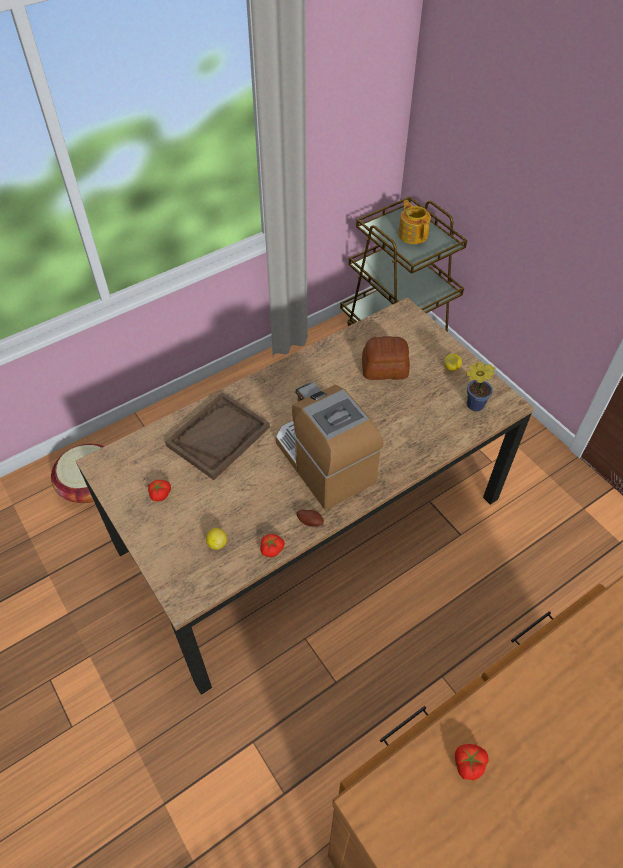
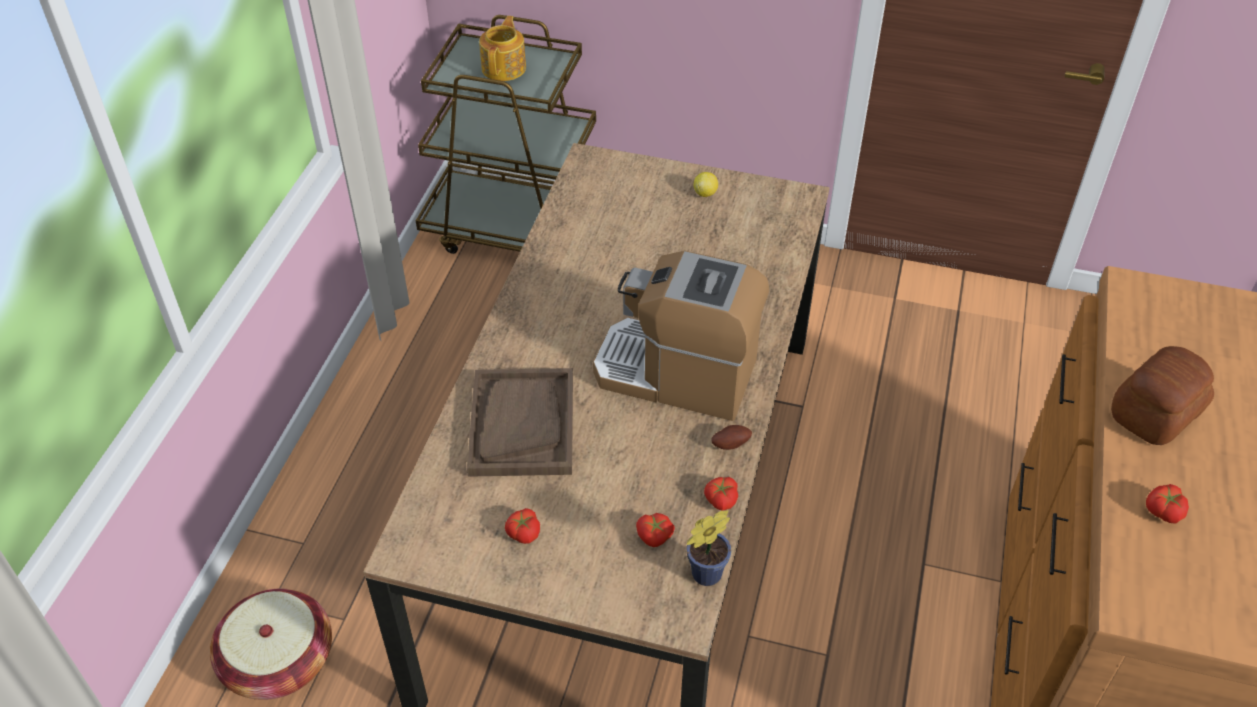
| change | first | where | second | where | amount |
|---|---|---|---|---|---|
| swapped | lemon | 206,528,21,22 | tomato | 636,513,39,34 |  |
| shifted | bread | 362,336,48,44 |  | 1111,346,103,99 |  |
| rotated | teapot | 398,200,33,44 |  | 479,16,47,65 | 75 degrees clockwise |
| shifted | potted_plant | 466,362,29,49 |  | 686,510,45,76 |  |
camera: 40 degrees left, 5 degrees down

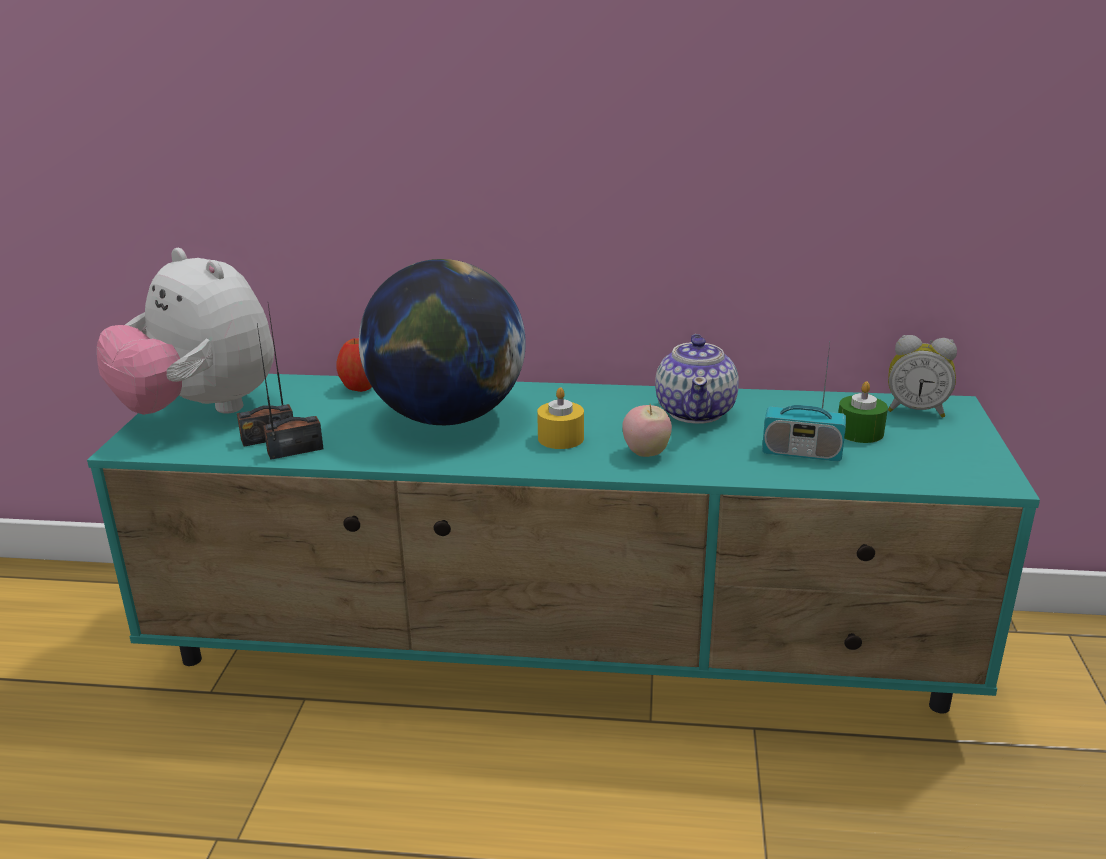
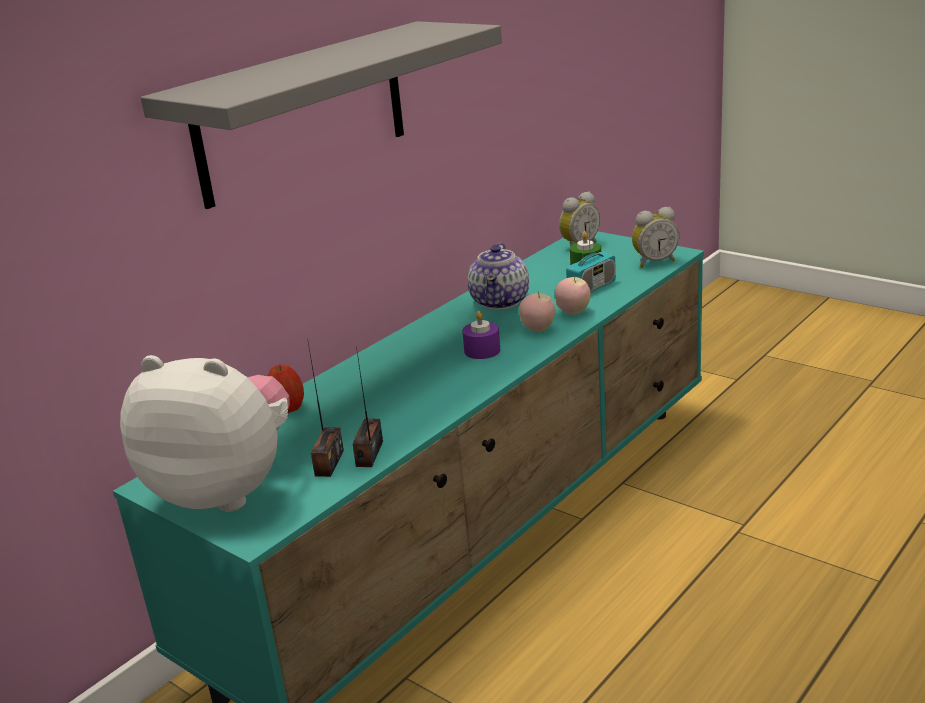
| change | first | where | second | where | amount |
|---|---|---|---|---|---|
| rotated | plush_toy | 97,248,177,167 |  | 120,355,170,157 | 150 degrees counterclockwise |
| gone | globe | 359,259,167,166 |  |  |  |
| repainted | yellow_candle | 537,387,47,62 | purple_candle | 462,311,38,48 |  |
| rotated | teapot | 655,334,84,90 |  | 468,243,61,67 | 60 degrees clockwise |
| new |  |  | grey_shelf | 141,21,361,188 |  |
| new |  |  | apple | 555,276,36,39 |  |
| new |  |  | alarm_clock | 632,207,47,61 |  |
camera: 55 degrees left, 0 degrees up

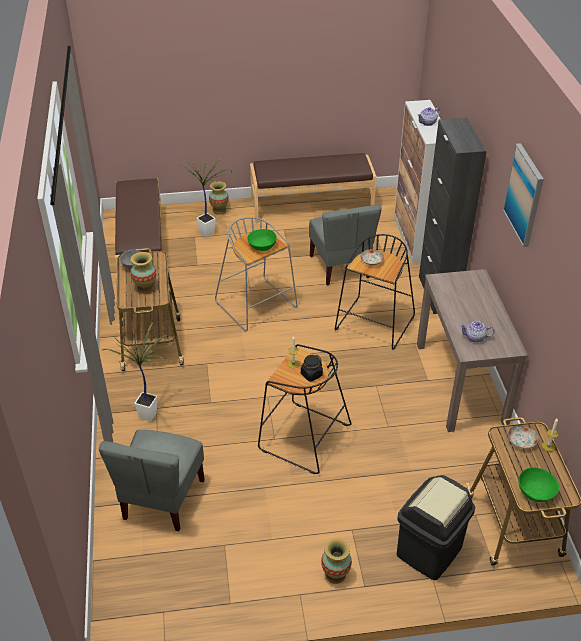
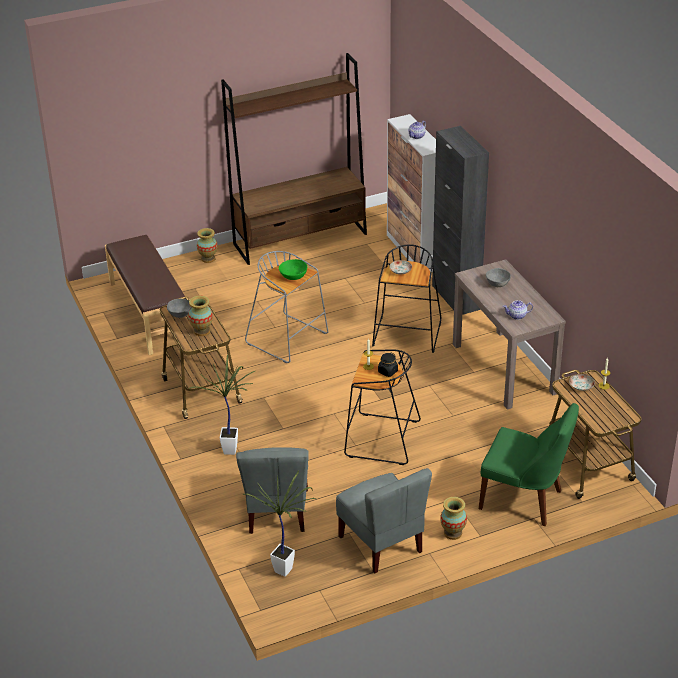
| change | first | where | second | where | amount |
|---|---|---|---|---|---|
| shifted | potted_plant | 179,156,53,82 |  | 242,470,75,107 |  |
| swapped | brown_bench | 250,153,127,70 | brown_bookcase | 221,53,146,212 |  |
| shifted | grey_chair | 309,205,73,80 |  | 336,468,96,105 |  |
| swapped | black_trash_can | 397,475,78,105 | green_chair | 479,403,100,123 |  |
| gone | picture | 503,143,41,104 |  |  |  |
| gone | green_bowl | 518,467,41,35 |  |  |  |
| new |  |  | grey_bowl | 486,268,25,19 |  |
camera: 15 degrees left, 5 degrees down

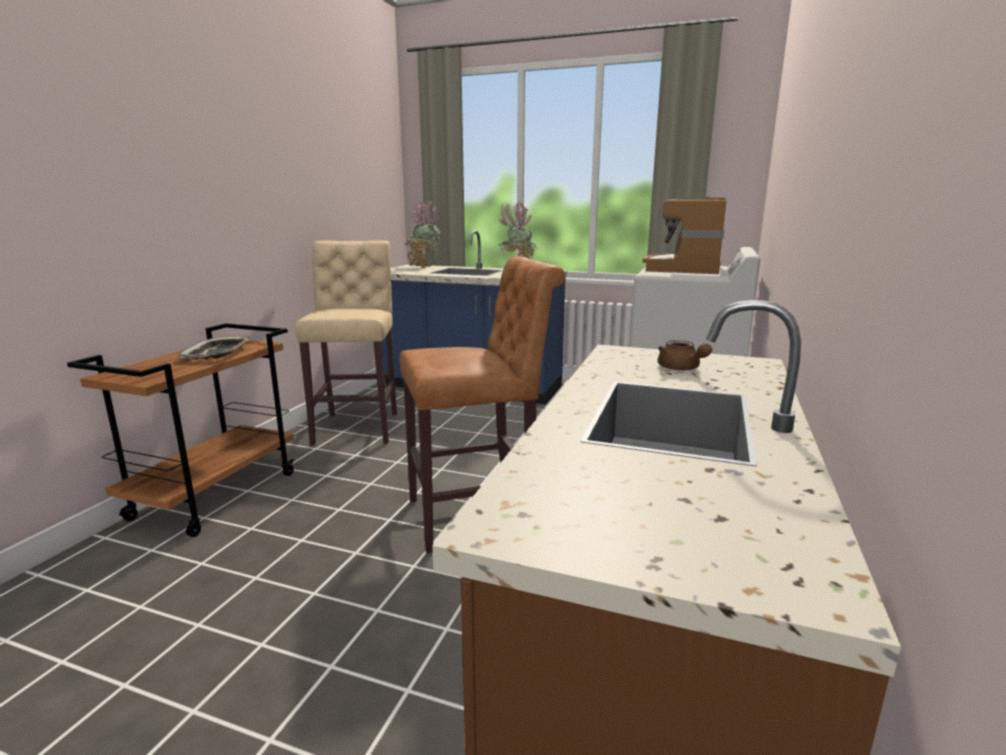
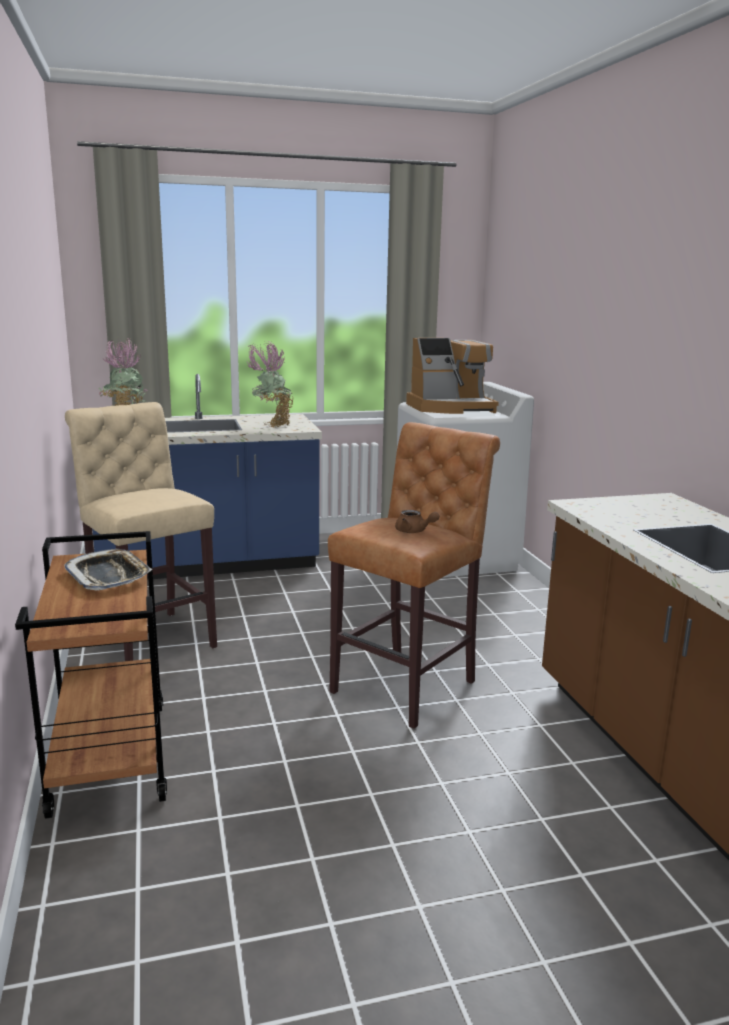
| change | first | where | second | where | amount |
|---|---|---|---|---|---|
| rotated | coffee_machine | 642,197,84,77 |  | 406,338,93,76 | 90 degrees counterclockwise |
| shifted | brown_teapot | 658,340,54,30 |  | 395,510,44,23 |  |
camera: 35 degrees left, 0 degrees up

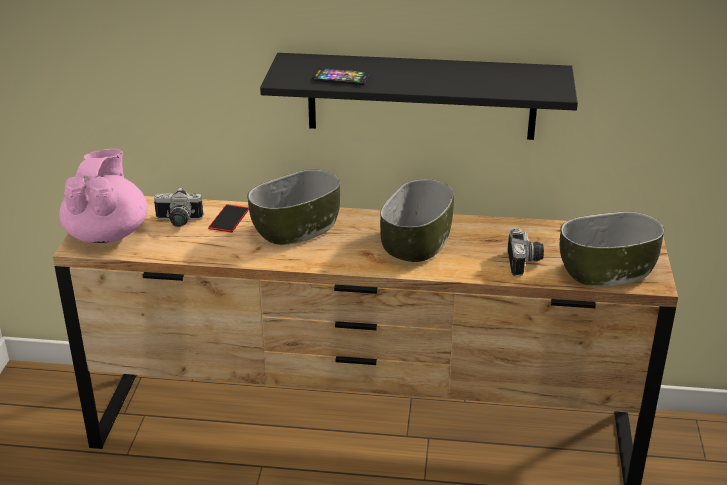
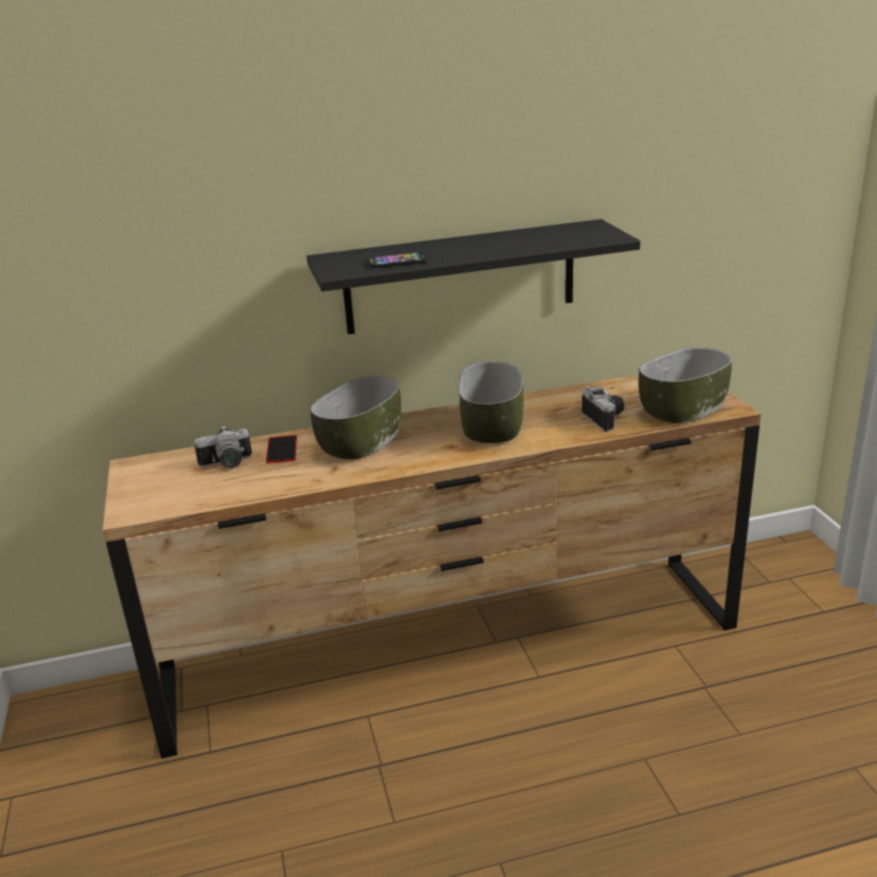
| change | first | where | second | where | amount |
|---|---|---|---|---|---|
| gone | pink_teapot | 59,149,89,95 |  |  |  |
camera: 20 degrees left, 5 degrees down

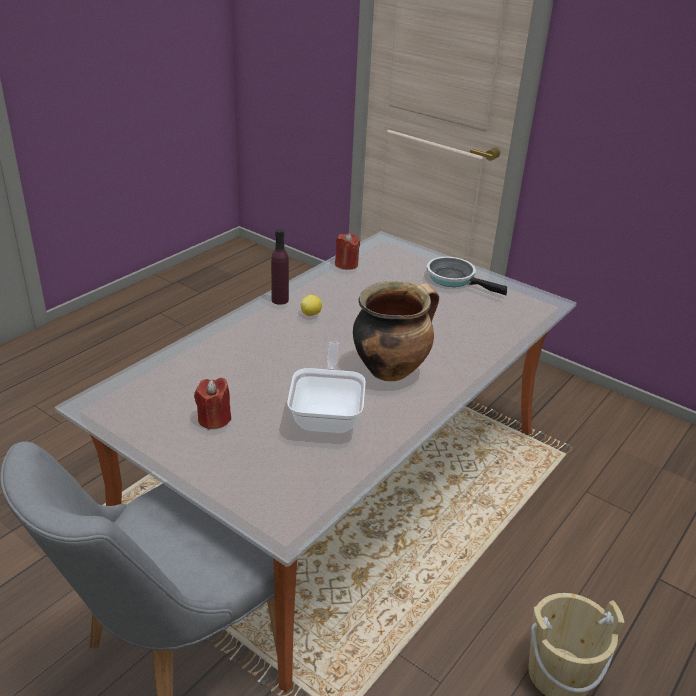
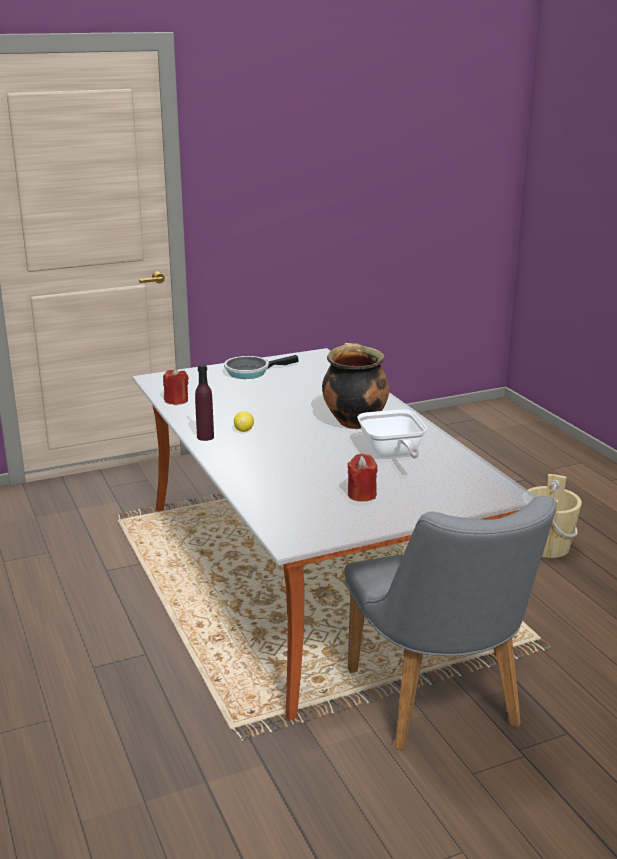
| change | first | where | second | where | amount |
|---|---|---|---|---|---|
| rotated | frying_pan | 287,341,79,92 |  | 357,409,70,50 | 135 degrees counterclockwise |
camera: 60 degrees left, 10 degrees down

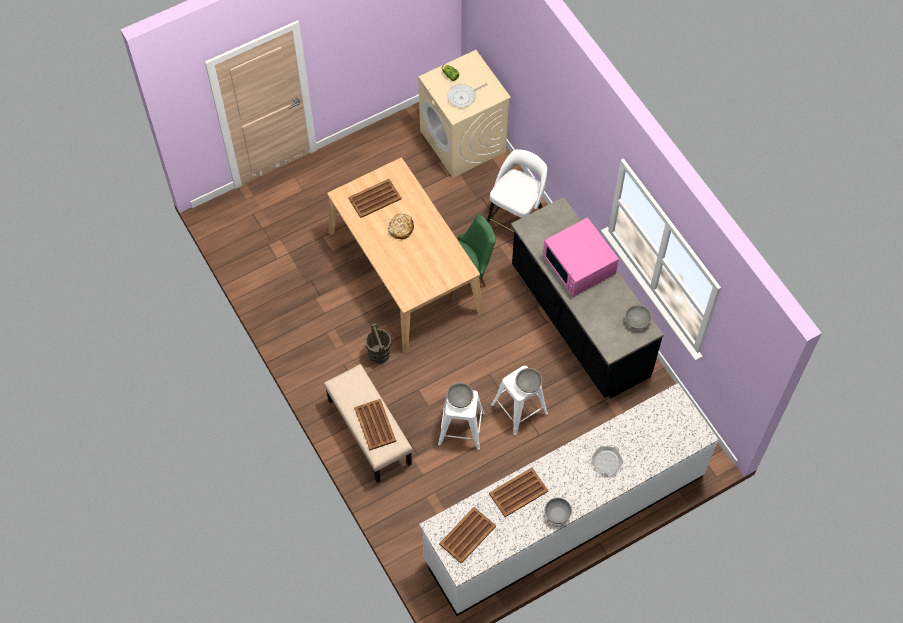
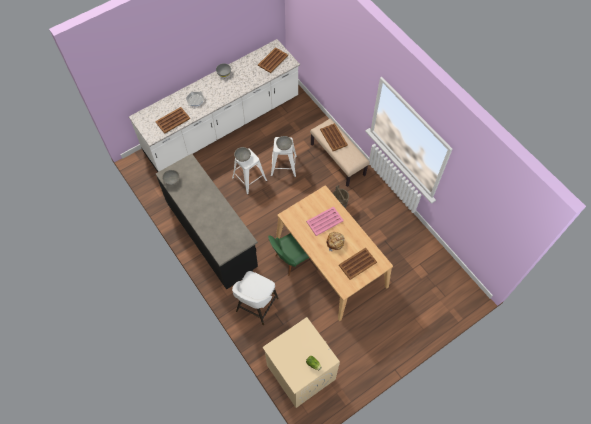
| change | first | where | second | where | amount |
|---|---|---|---|---|---|
| gone | frying_pan | 447,83,41,25 |  |  |  |
| shifted | brown_tray | 489,468,59,49 |  | 155,107,35,27 |  |
| gone | pink_microwave | 543,217,76,80 |  |  |  |
| new |  |  | pink_tray | 306,206,38,30 |  |
camera: 175 degrees right, 0 degrees up

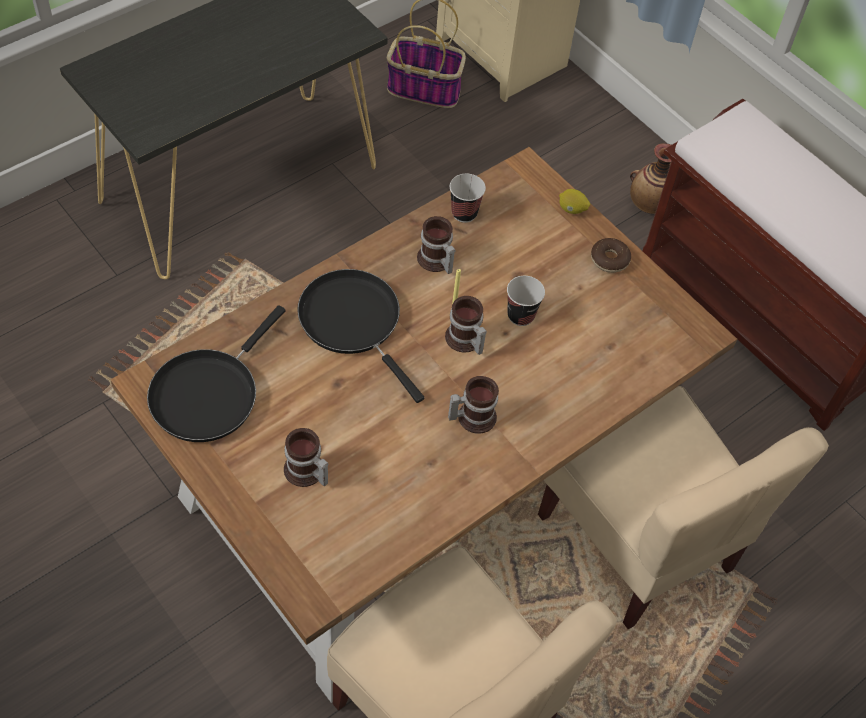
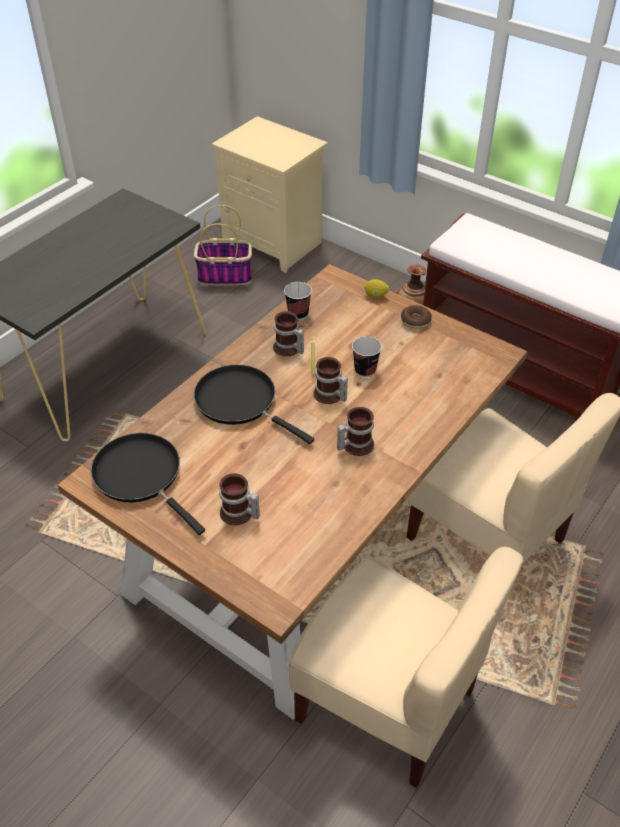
| change | first | where | second | where | amount |
|---|---|---|---|---|---|
| rotated | black_frying_pan | 147,305,139,137 |  | 91,433,114,102 | 120 degrees clockwise |
camera: 10 degrees left, 10 degrees down

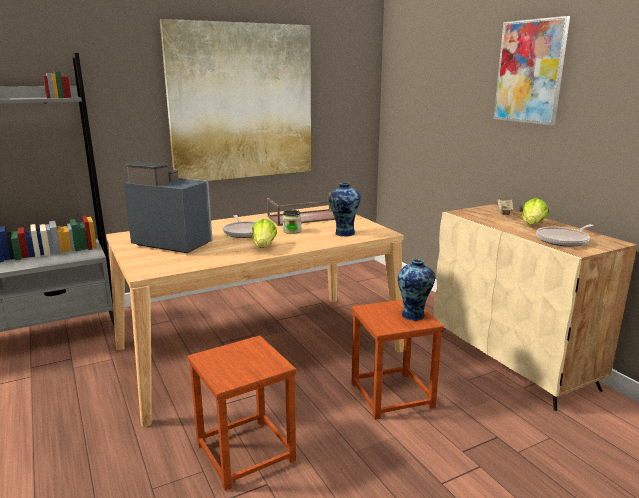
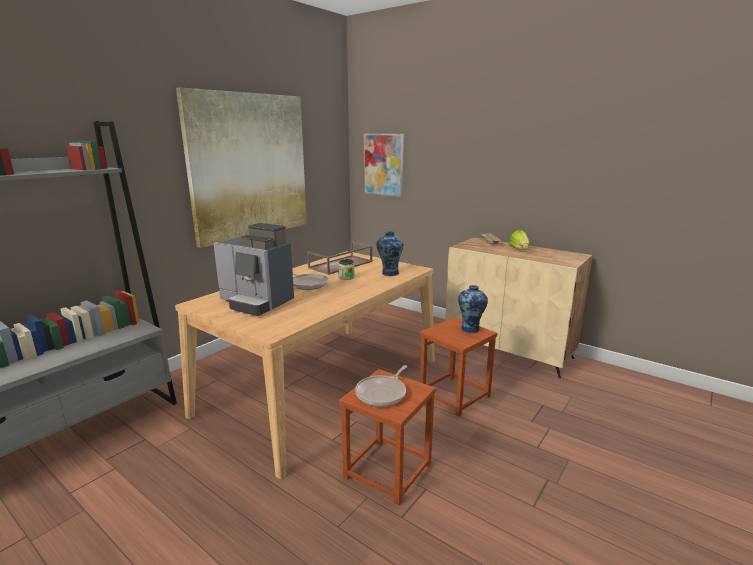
| change | first | where | second | where | amount |
|---|---|---|---|---|---|
| rotated | coffee_machine | 124,161,89,92 |  | 214,223,80,93 | 150 degrees counterclockwise |
| gone | lettuce | 252,219,25,29 |  |  |  |
| shifted | picture | 494,16,76,109 |  | 364,133,40,64 |  |
| shifted | frying_pan | 536,224,58,23 |  | 355,365,52,42 |  |
camera: 25 degrees left, 0 degrees up

